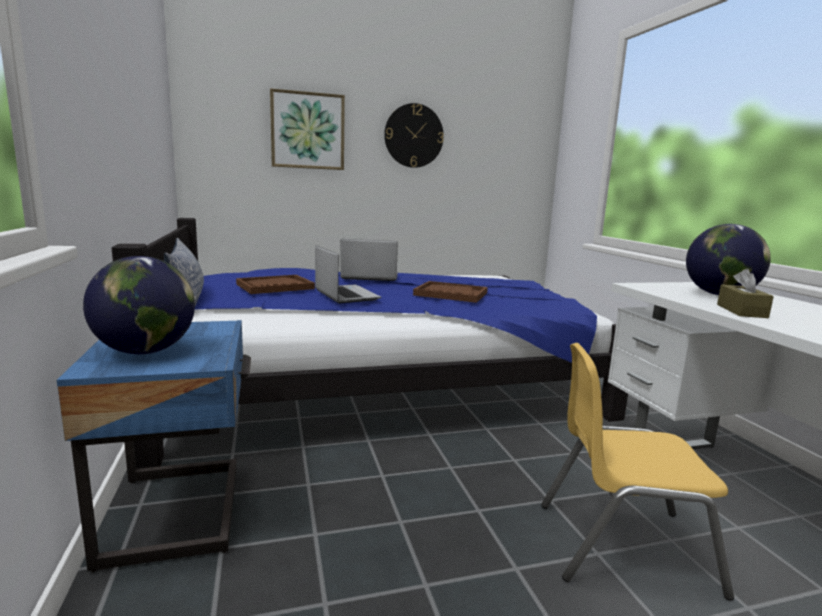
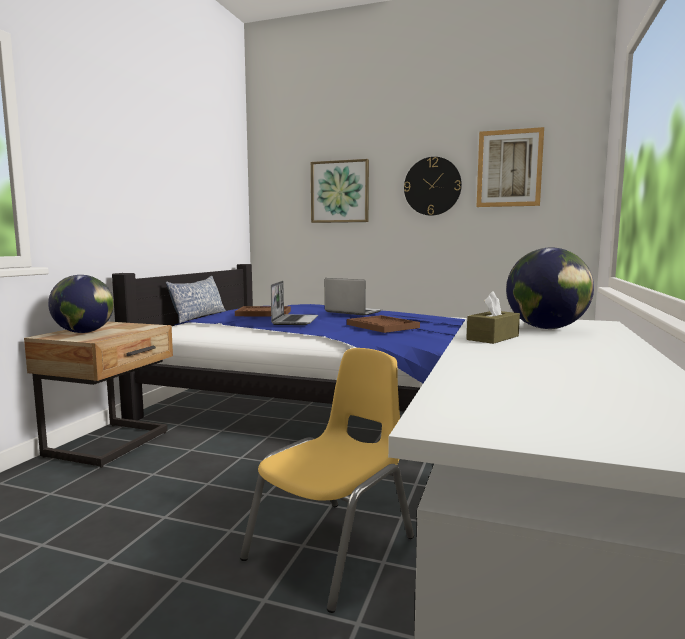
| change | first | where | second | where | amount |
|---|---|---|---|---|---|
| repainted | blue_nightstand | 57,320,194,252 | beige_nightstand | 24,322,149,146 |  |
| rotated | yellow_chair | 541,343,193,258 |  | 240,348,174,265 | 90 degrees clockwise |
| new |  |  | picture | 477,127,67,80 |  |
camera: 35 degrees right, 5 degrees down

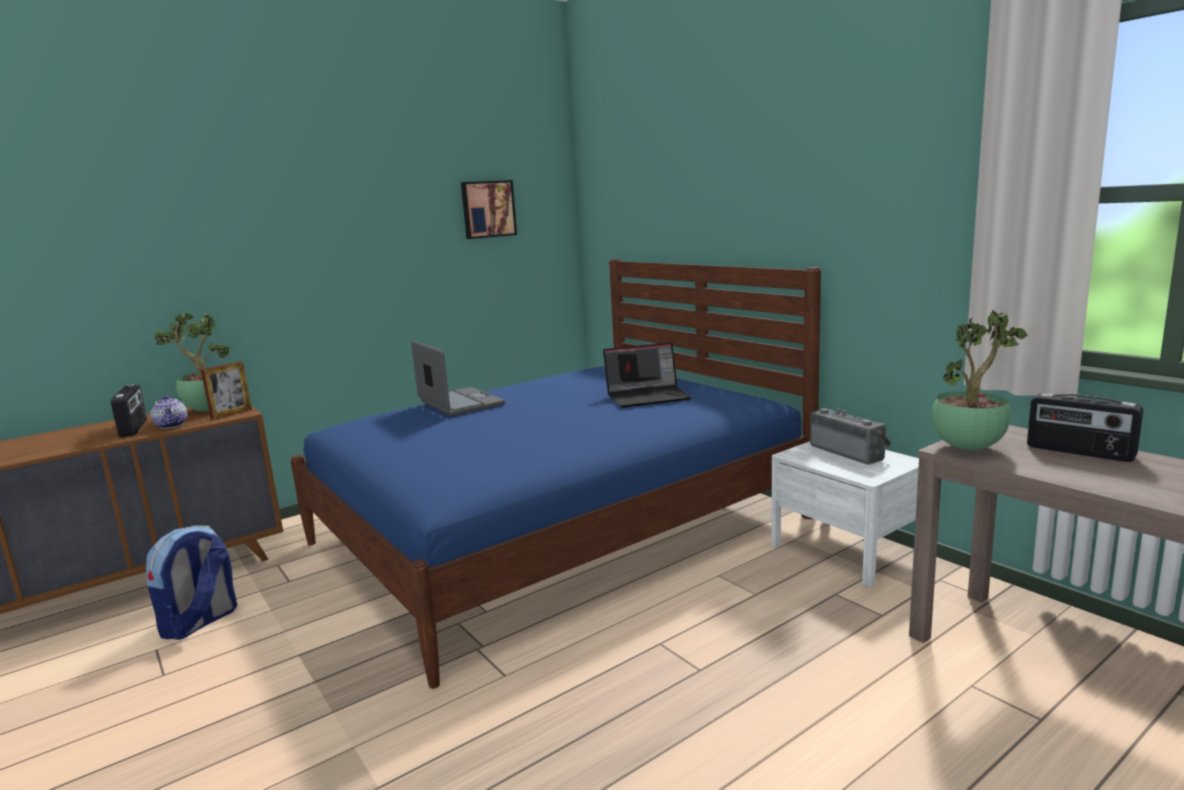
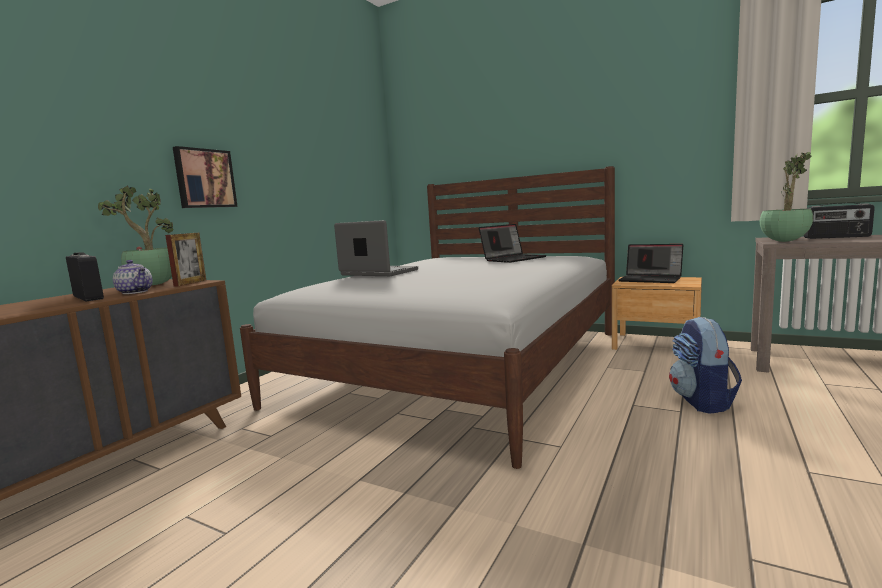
| change | first | where | second | where | amount |
|---|---|---|---|---|---|
| shifted | backpack | 146,525,91,115 |  | 669,317,73,97 |  |
| repainted | blue_bed | 290,259,531,430 | white_bed | 240,166,375,303 |  |
| shifted | picture | 461,180,56,59 |  | 173,146,65,62 |  |
| repainted | white_nightstand | 772,441,147,146 | brown_nightstand | 612,277,90,73 |  |
| swapped | radio | 810,408,81,57 | laptop | 619,244,64,39 |  |
camera: 25 degrees left, 5 degrees down

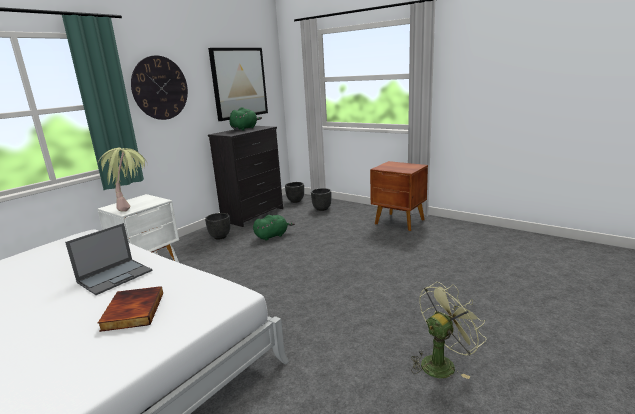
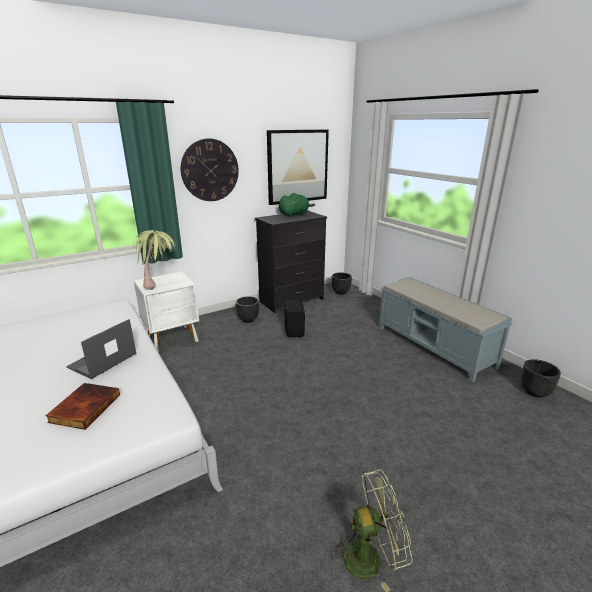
| change | first | where | second | where | amount |
|---|---|---|---|---|---|
| rotated | laptop | 65,223,87,72 |  | 66,319,70,60 | 150 degrees clockwise |
| swapped | green_plush_toy | 253,215,42,26 | black_speaker | 284,300,21,37 |  |
| shifted | black_planter | 311,188,20,23 |  | 521,359,40,39 |  |
| swapped | brown_nightstand | 370,161,58,70 | grey_bench | 379,277,134,105 |  |
camera: 20 degrees right, 5 degrees up

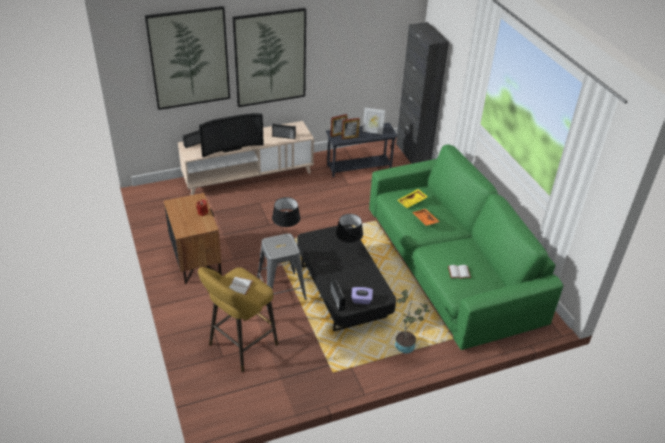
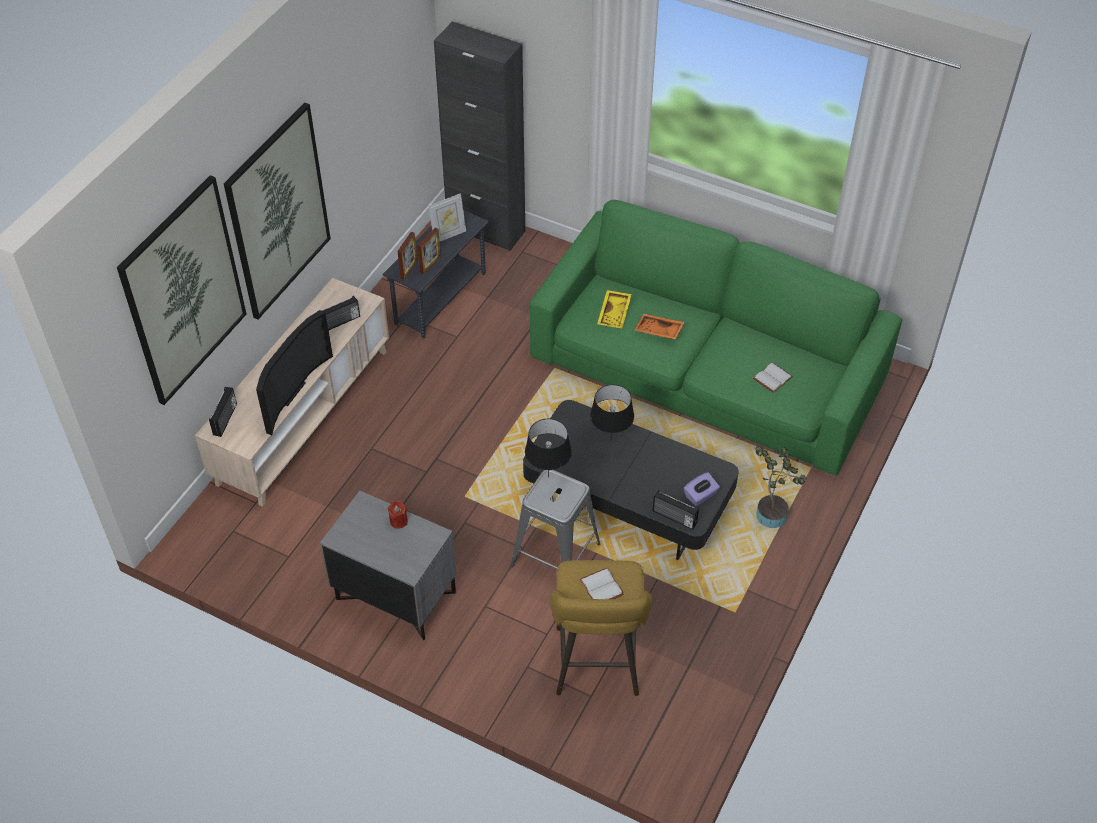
| change | first | where | second | where | amount |
|---|---|---|---|---|---|
| repainted | brown_nightstand | 164,193,58,91 | grey_nightstand | 320,490,136,150 |  |
camera: 40 degrees left, 10 degrees up

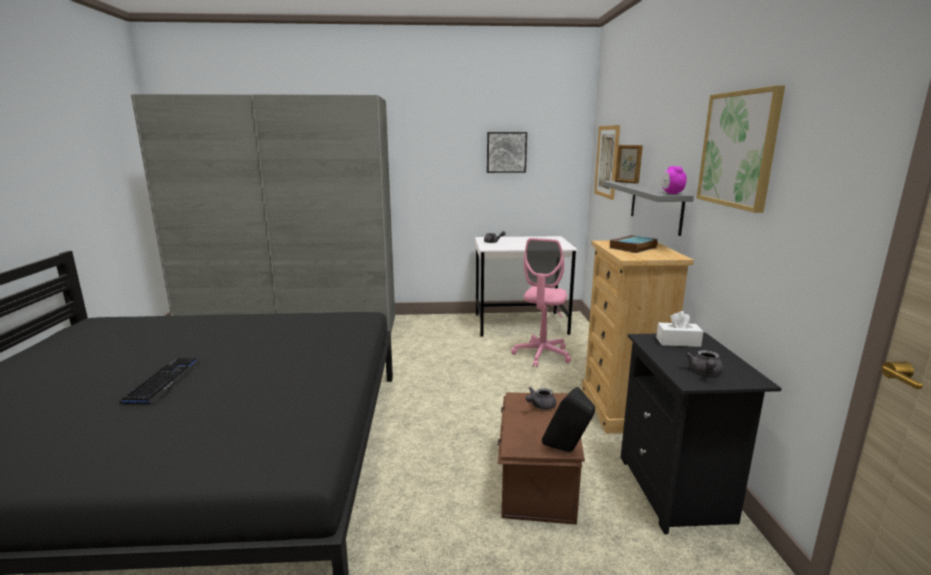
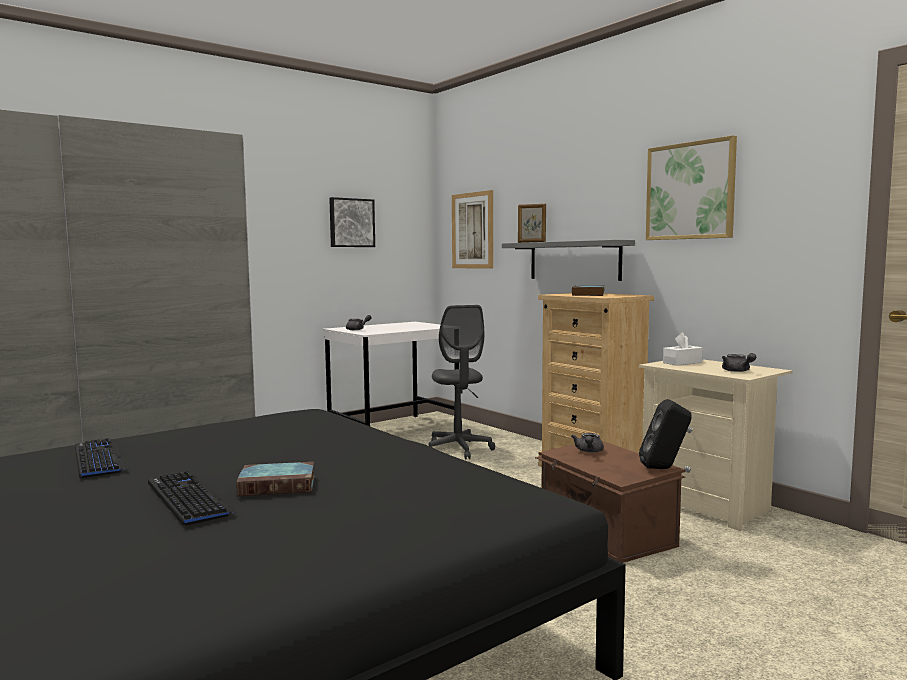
| change | first | where | second | where | amount |
|---|---|---|---|---|---|
| repainted | pink_office_chair | 511,238,60,129 | grey_office_chair | 428,305,67,155 |  |
| repainted | black_nightstand | 621,332,161,202 | beige_nightstand | 639,359,154,172 |  |
| gone | alarm_clock | 662,166,25,28 |  |  |  |
| new |  |  | keyboard | 75,438,53,41 |  |
| new |  |  | book | 236,462,79,35 |  |
camera: 35 degrees left, 10 degrees down

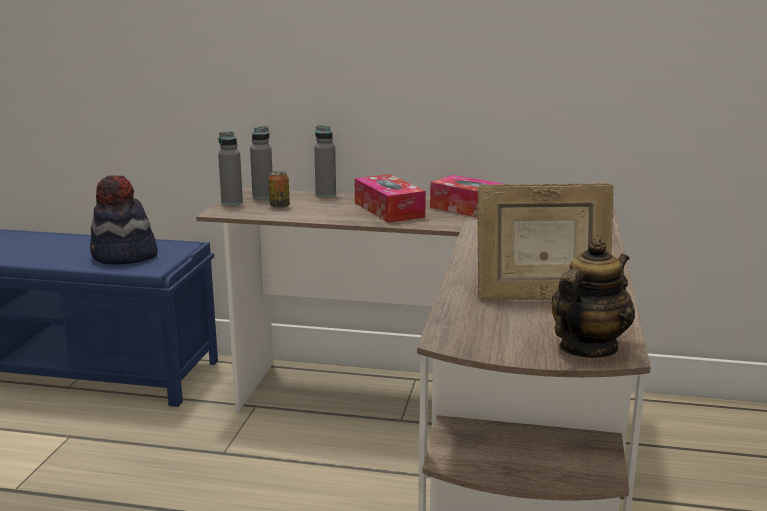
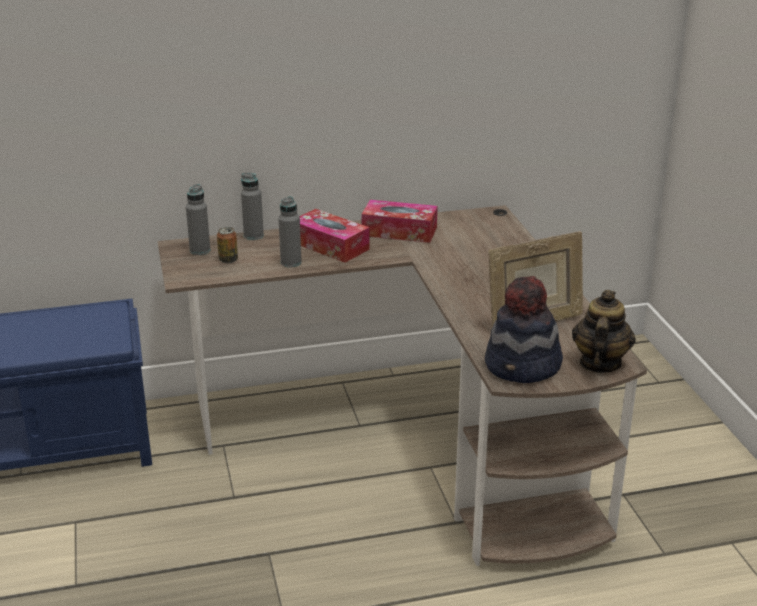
| change | first | where | second | where | amount |
|---|---|---|---|---|---|
| shifted | hat | 90,175,68,89 |  | 485,276,78,107 |  |
| shifted | grey_bottle | 218,131,25,75 |  | 278,196,23,71 |  |
camera: 25 degrees left, 10 degrees up

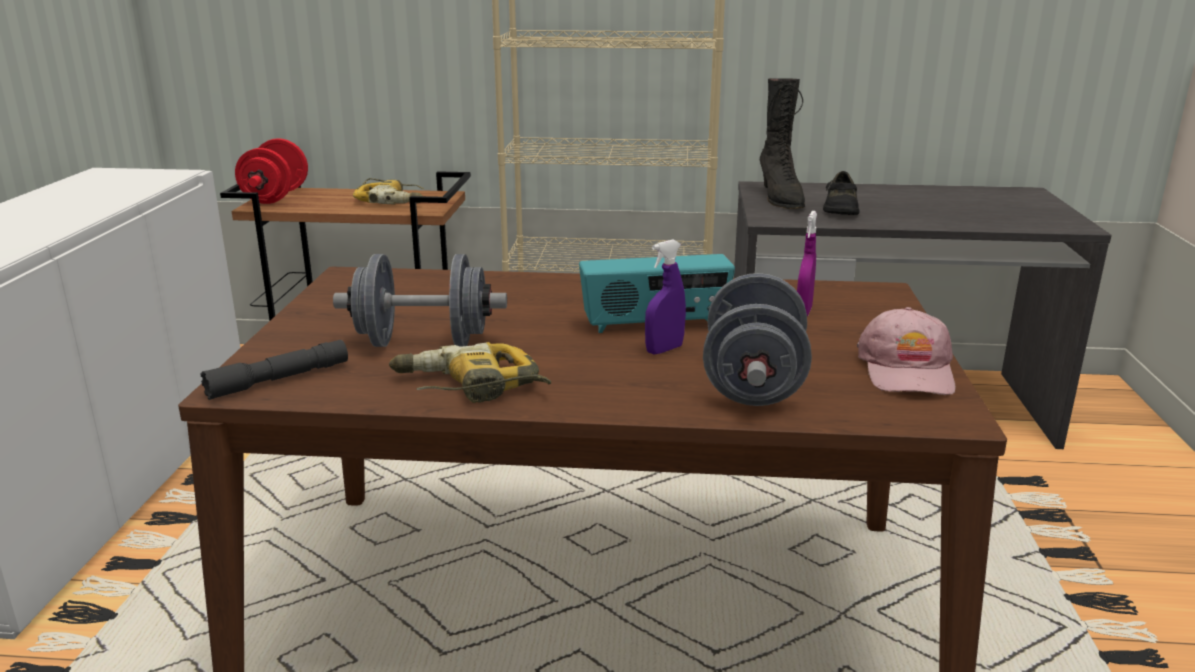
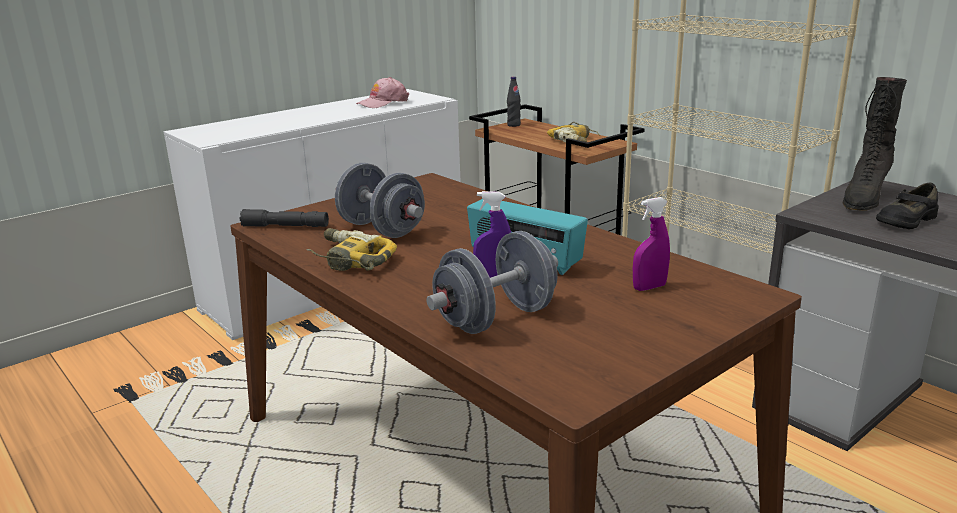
| change | first | where | second | where | amount |
|---|---|---|---|---|---|
| swapped | red_dumbbell | 235,138,73,66 | black_bottle | 507,77,14,50 |  |
| shifted | pink_cap | 857,307,99,88 |  | 356,77,53,31 |  |
camera: 45 degrees right, 0 degrees up

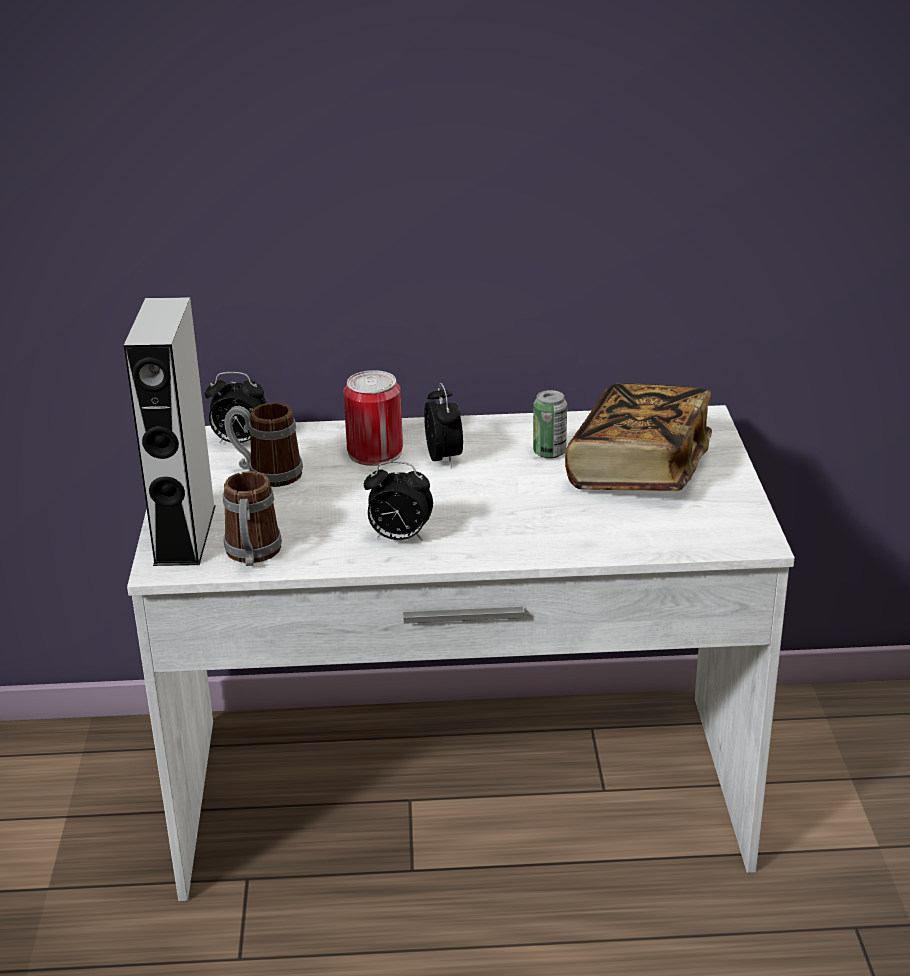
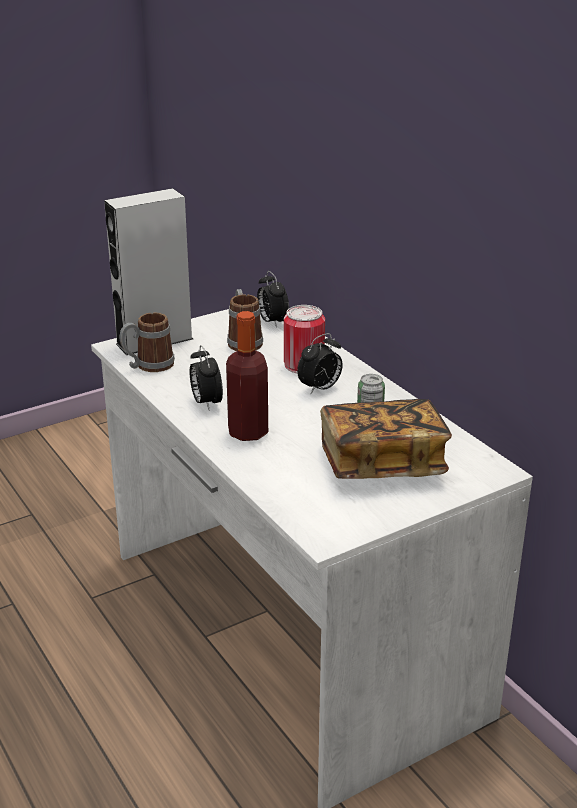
| change | first | where | second | where | amount |
|---|---|---|---|---|---|
| new |  |  | bottle | 226,311,42,130 |  |
camera: 60 degrees right, 0 degrees up

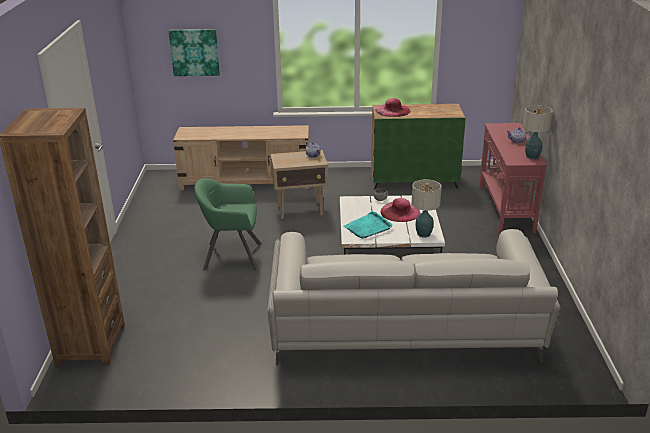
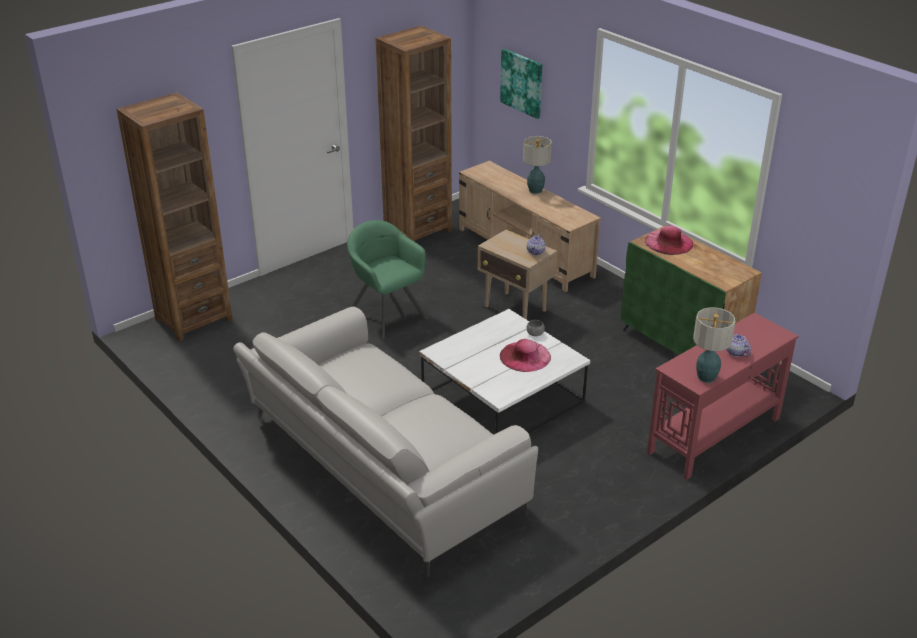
| change | first | where | second | where | amount |
|---|---|---|---|---|---|
| gone | turquoise_tray | 344,211,49,28 |  |  |  |
| shifted | table_lamp | 412,179,29,58 |  | 523,136,29,58 |  |
| new |  |  | brown_bookcase | 376,26,76,215 |  |
camera: 50 degrees right, 5 degrees up

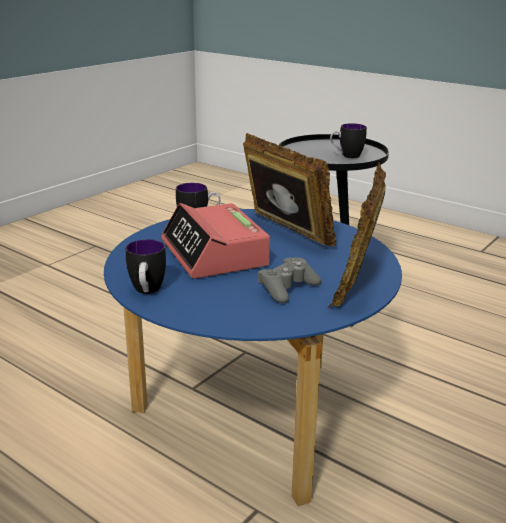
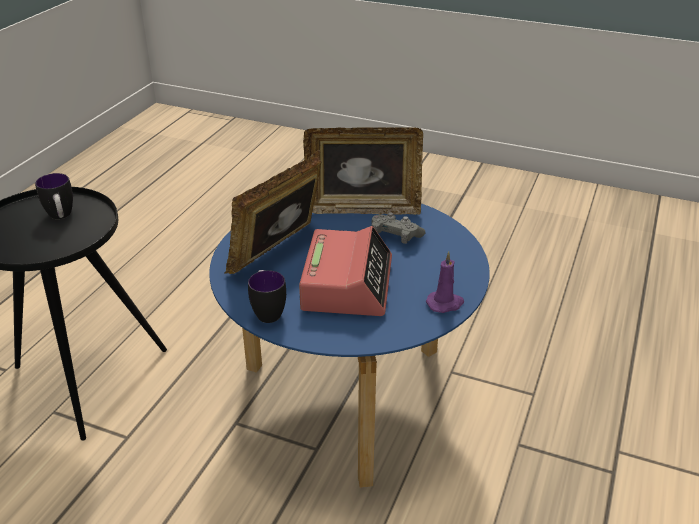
| change | first | where | second | where | amount |
|---|---|---|---|---|---|
| swapped | mug | 126,239,40,55 | purple_candle | 426,252,38,61 |  |
| rotated | alarm_clock | 161,203,109,76 |  | 299,226,93,90 | 45 degrees counterclockwise |
camera: 105 degrees left, 10 degrees up

